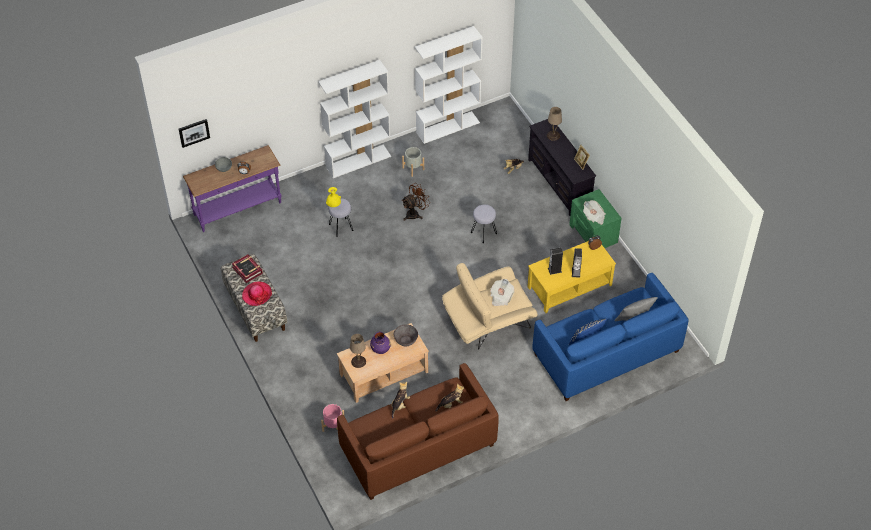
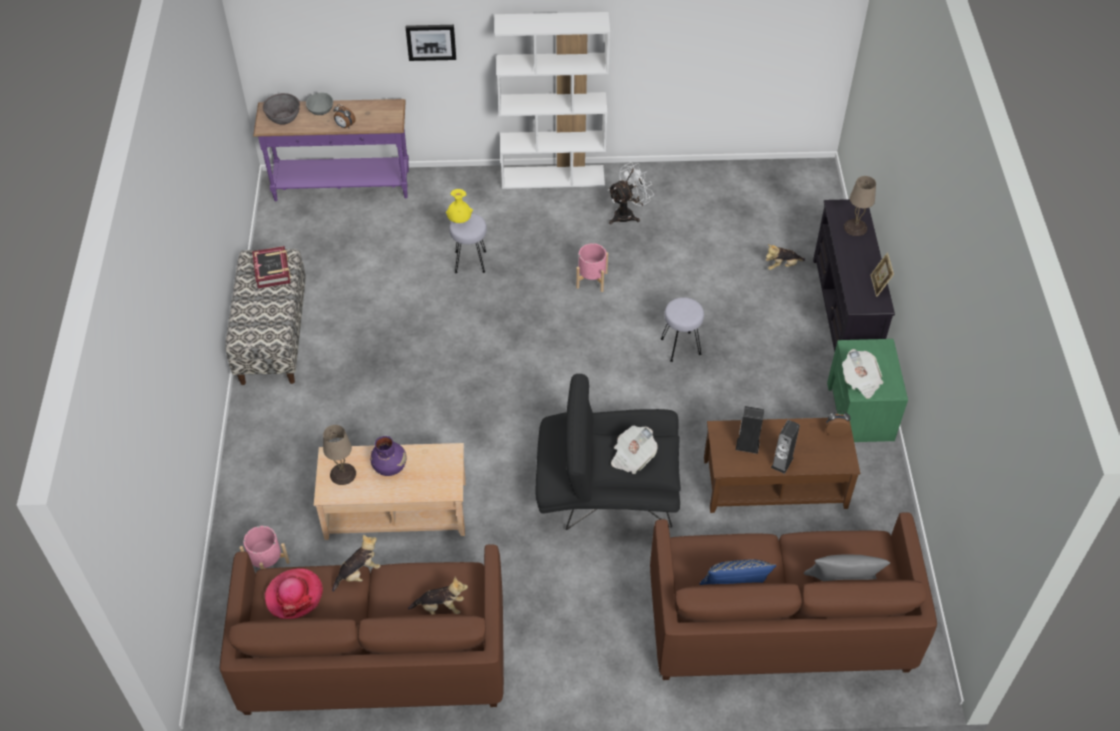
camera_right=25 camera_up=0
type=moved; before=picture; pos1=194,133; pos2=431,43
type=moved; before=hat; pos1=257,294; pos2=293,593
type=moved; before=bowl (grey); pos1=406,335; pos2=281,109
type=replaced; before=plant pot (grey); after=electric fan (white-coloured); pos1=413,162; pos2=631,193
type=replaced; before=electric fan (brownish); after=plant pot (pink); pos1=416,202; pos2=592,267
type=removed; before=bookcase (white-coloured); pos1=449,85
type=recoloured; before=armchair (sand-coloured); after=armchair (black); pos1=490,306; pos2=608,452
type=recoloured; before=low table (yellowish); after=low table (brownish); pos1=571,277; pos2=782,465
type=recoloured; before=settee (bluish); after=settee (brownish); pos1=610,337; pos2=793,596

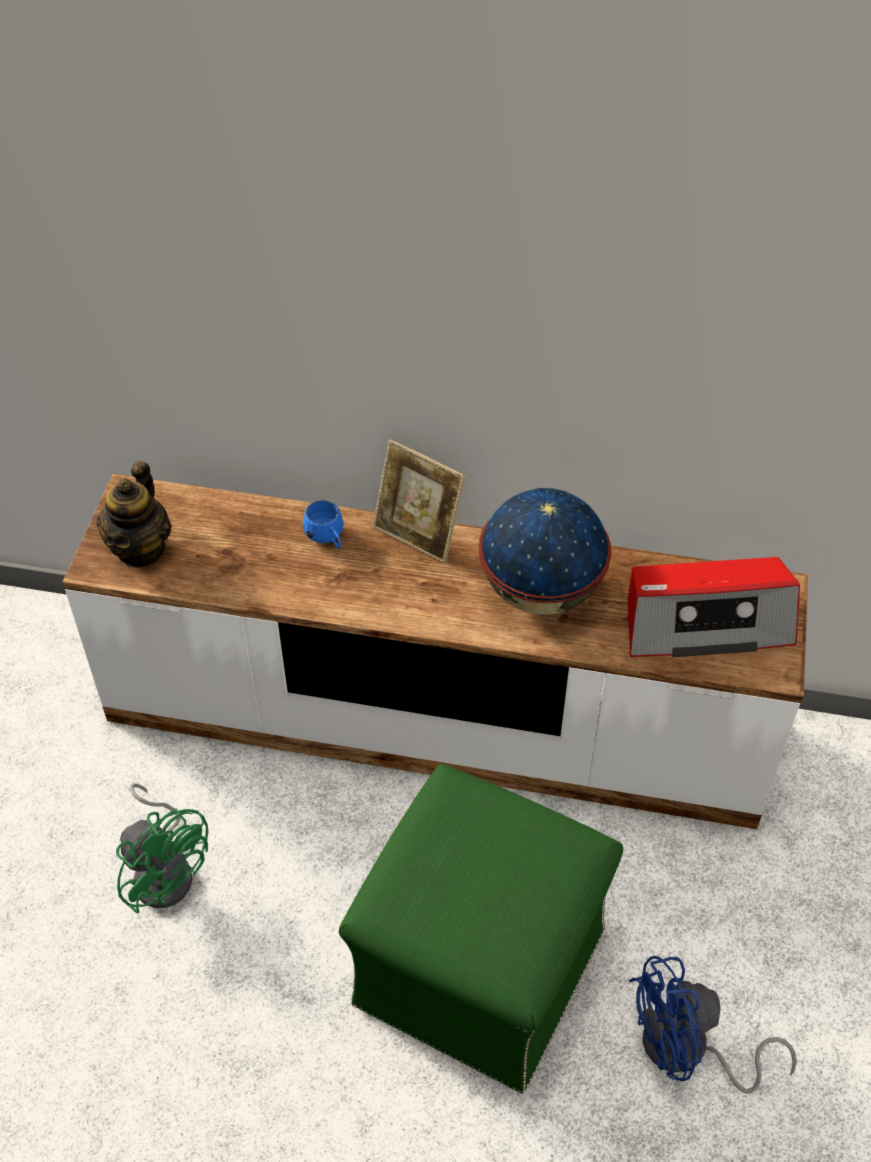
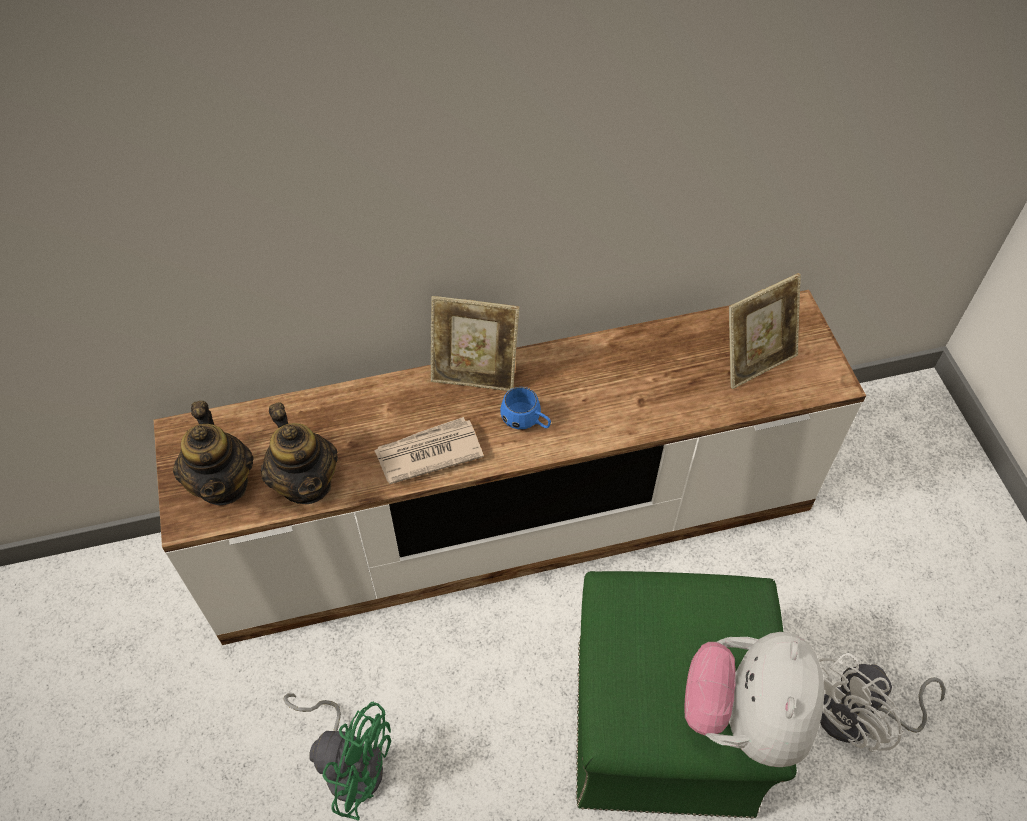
camera_right=-25 camera_up=5
type=moved; before=tea mug (bluish); pos1=323,524; pos2=525,408
type=removed; before=globe; pos1=545,551
type=replaced; before=radio receiver; after=photo frame; pos1=714,607; pos2=765,331
type=recoloured; before=electric fan (bluish); after=electric fan (white-coloured); pos1=713,1025; pos2=882,702
type=added; after=pot for tea; pos2=299,453
type=added; after=printed paper; pos2=429,450
type=added; after=plush toy; pos2=754,699

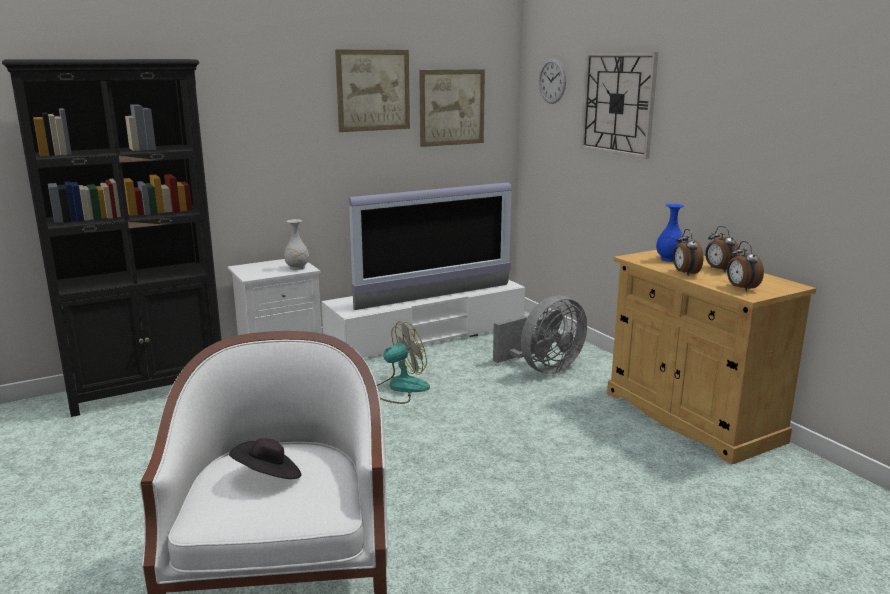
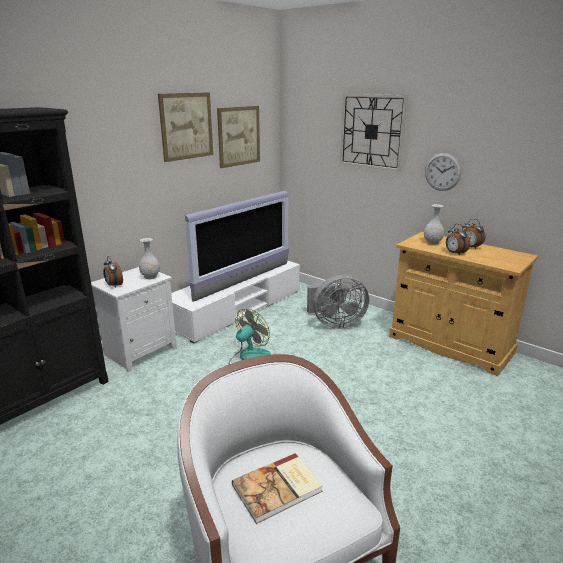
camera_right=-20 camera_up=5
type=replaced; before=hat (black); after=book; pos1=265,458; pos2=277,488
type=turned; before=electric fan (grey); pos1=540,334; pos2=338,302; turn=45
type=moved; before=hanging clock; pos1=552,81; pos2=443,172
type=recoloured; before=flower vase (bluish); after=flower vase (white-coloured); pos1=671,233; pos2=434,224
type=moved; before=bedside clock; pos1=745,266; pos2=113,272

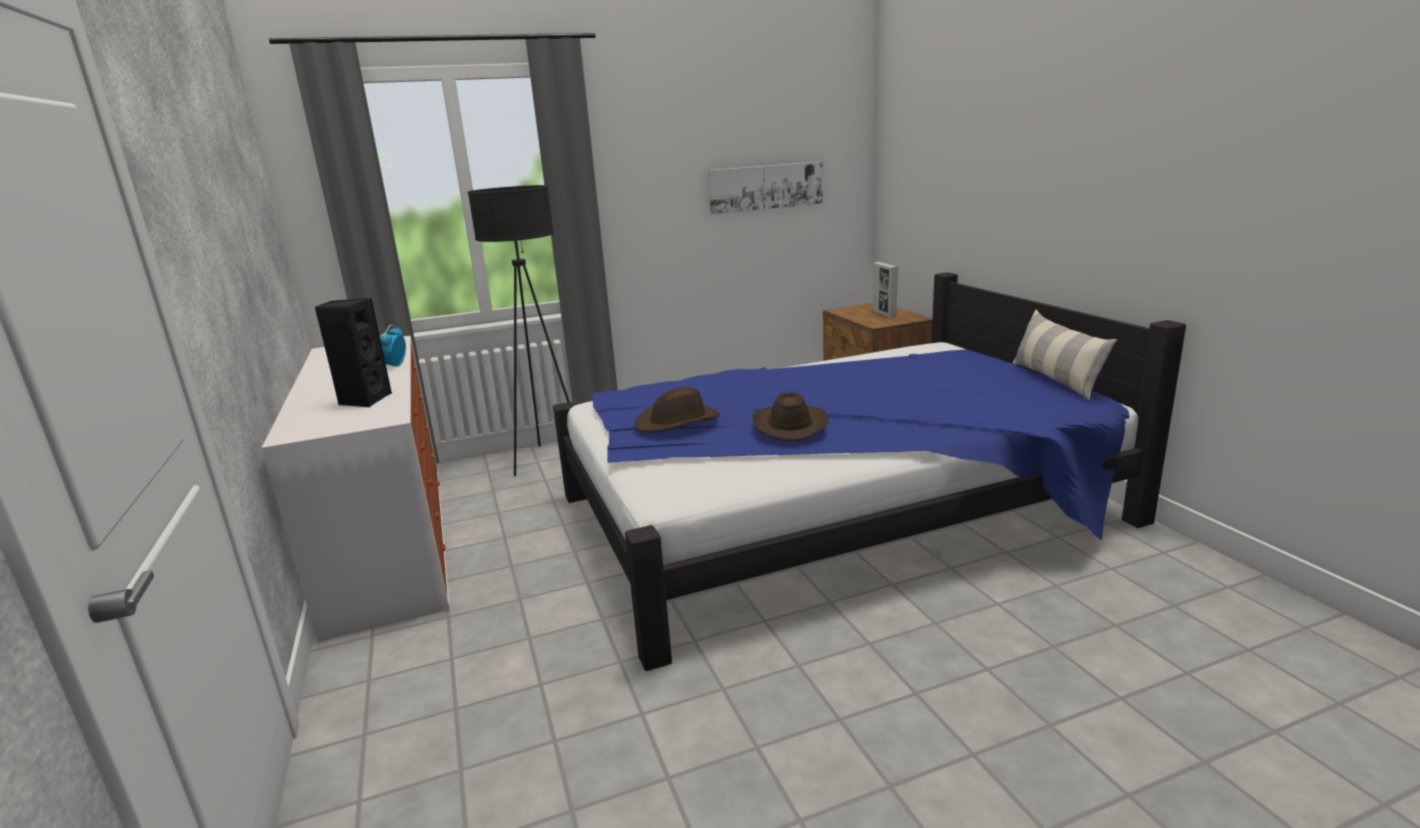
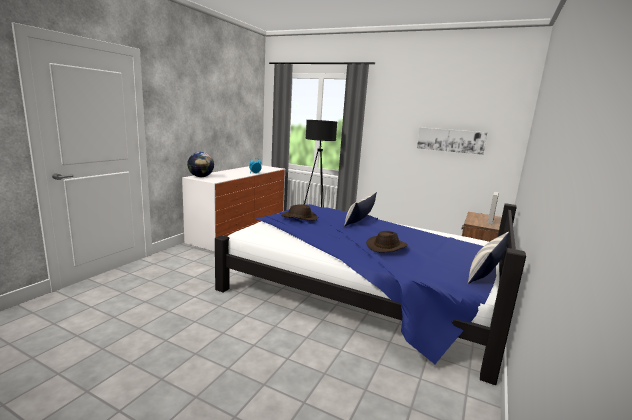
camera_right=45 camera_up=-5
type=removed; before=audio speaker (black); pos1=353,352
type=moved; before=hat (brownish); pos1=790,416; pos2=387,241
type=added; after=globe; pos2=200,164
type=added; after=throw pillow; pos2=360,209

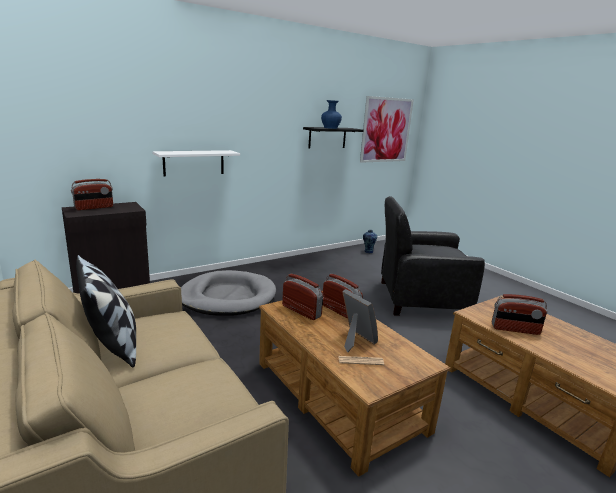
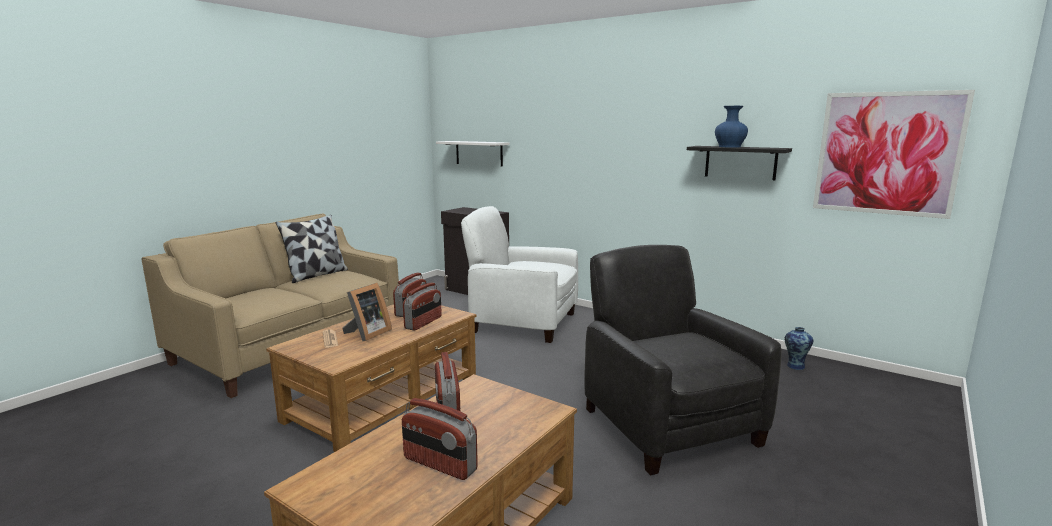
camera_right=70 camera_up=-5
type=moved; before=radio receiver; pos1=92,194; pos2=440,439
type=moved; before=wall shelf (white-coloured); pos1=196,163; pos2=473,154
type=replaced; before=dog cushion (grey); after=armchair (white-coloured); pos1=228,293; pos2=519,274

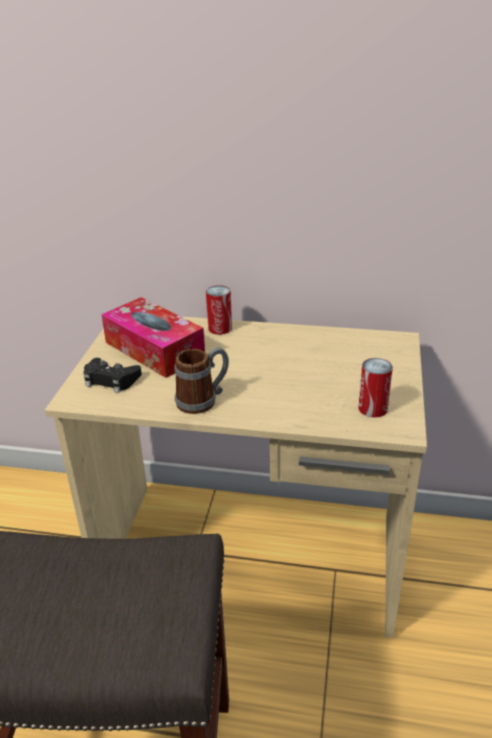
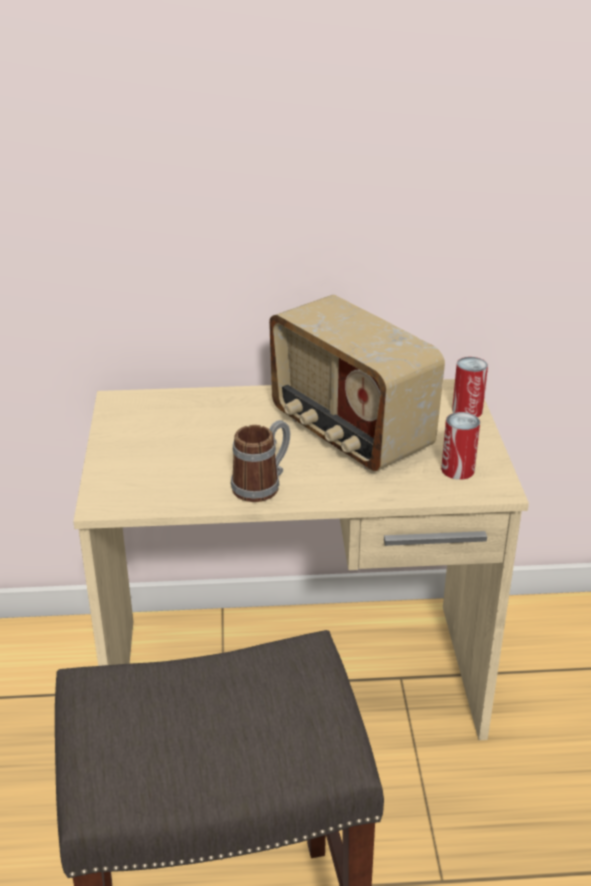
camera_right=-15 camera_up=0
type=removed; before=gamepad (black); pos1=112,375
type=removed; before=box of tissues; pos1=153,337
type=moved; before=metal can; pos1=219,310; pos2=470,387
type=added; after=radio receiver; pos2=357,383

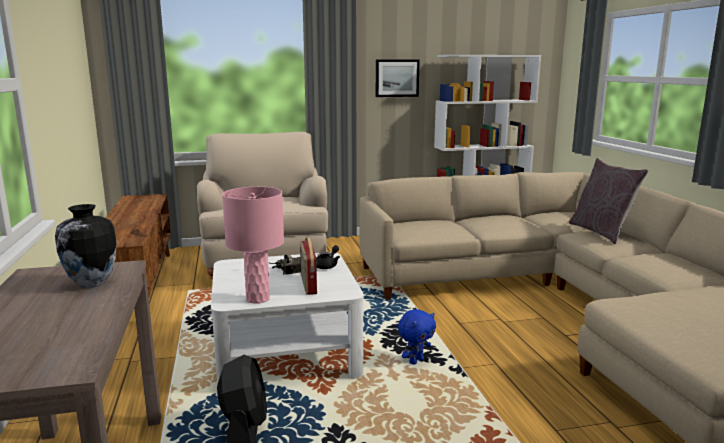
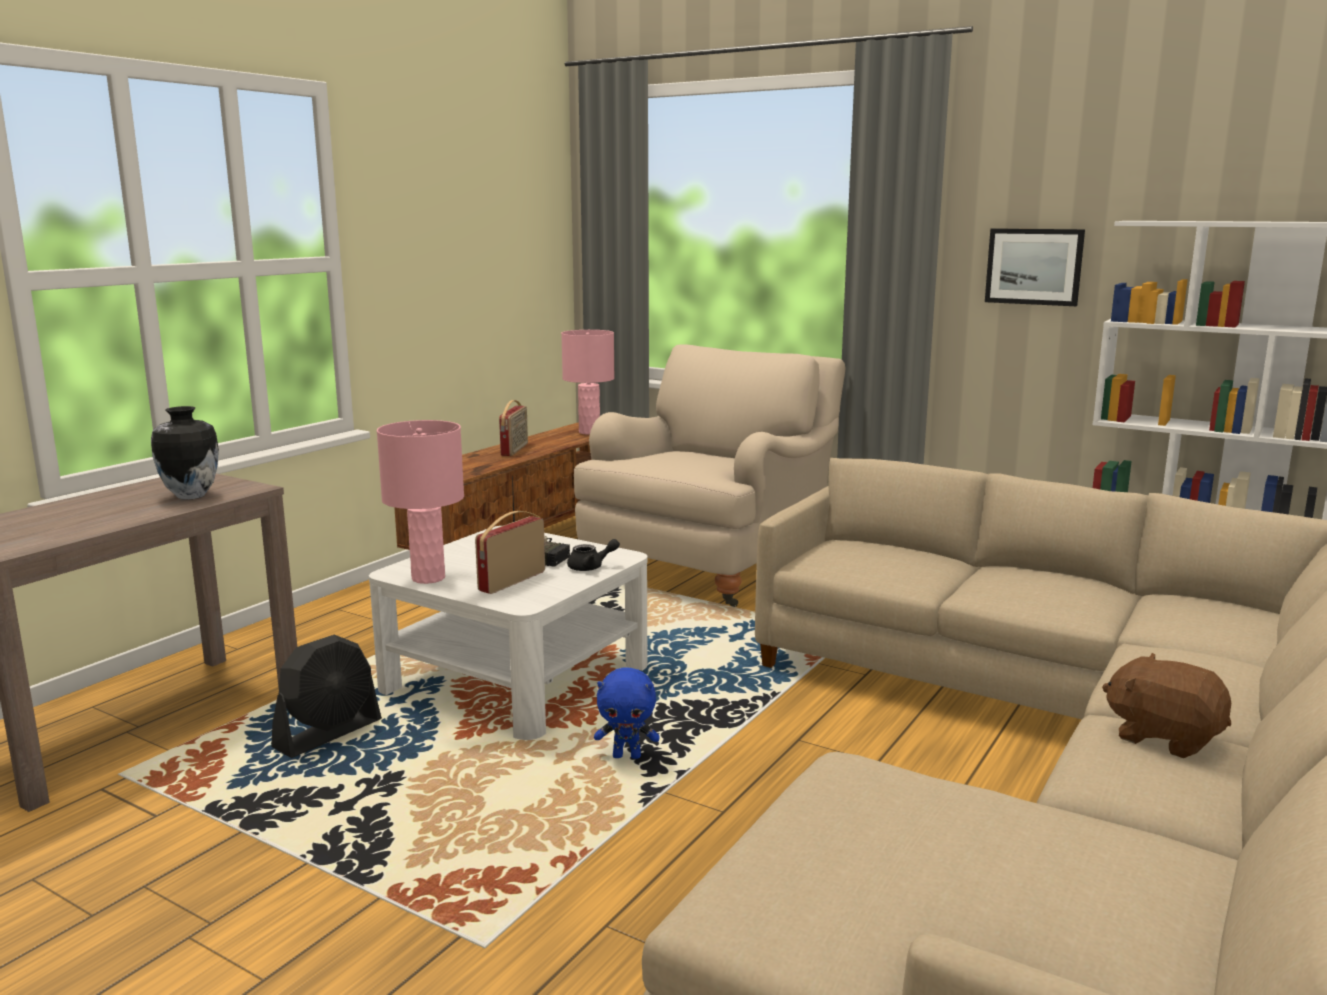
camera_right=45 camera_up=0
type=removed; before=throw pillow (grey); pos1=609,201
type=added; after=radio receiver; pos2=513,428
type=added; after=tabletop lamp (pink); pos2=588,382
type=added; after=plush toy (brownish); pos2=1166,705

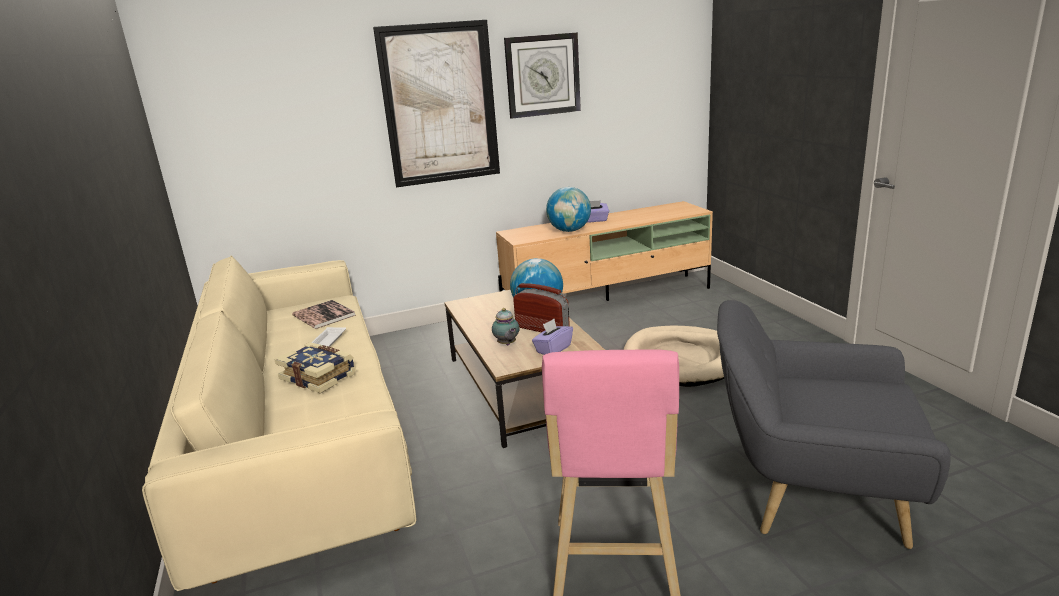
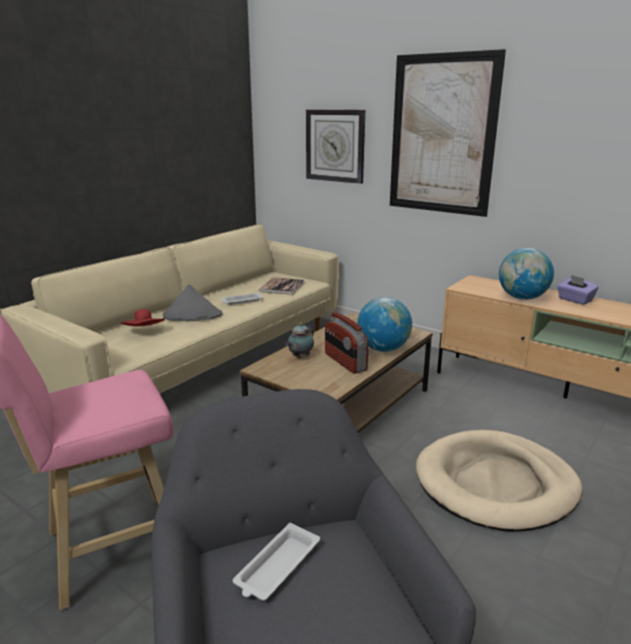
camera_right=55 camera_up=0
type=replaced; before=book; after=hat (grey); pos1=315,367; pos2=193,302
type=moved; before=hanging clock; pos1=542,75; pos2=335,147
type=turned; before=radio receiver; pos1=541,307; pos2=347,343; turn=150
type=removed; before=box of tissues (purplish); pos1=552,337
type=added; after=hat (red); pos2=143,317
type=added; after=serving tray (white-coloured); pos2=276,562

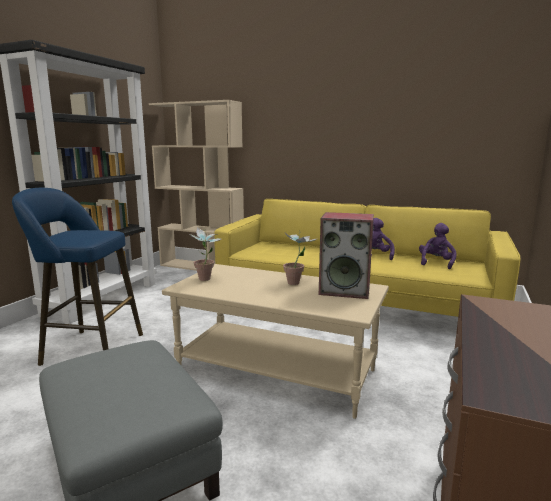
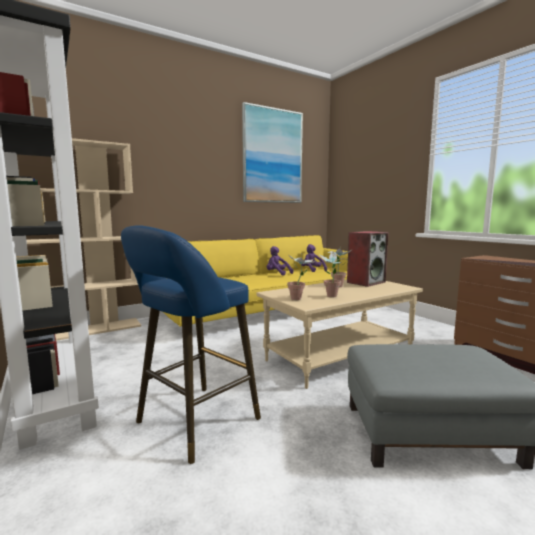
camera_right=-55 camera_up=-5
type=added; after=picture; pos2=272,152
type=added; after=houseplant; pos2=333,274

